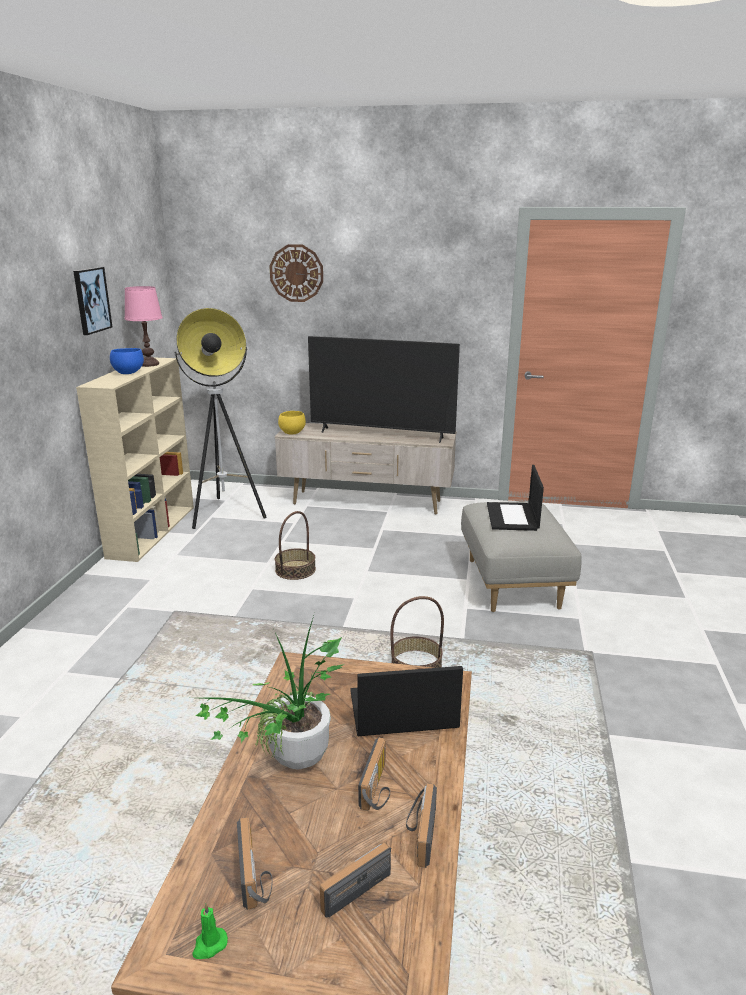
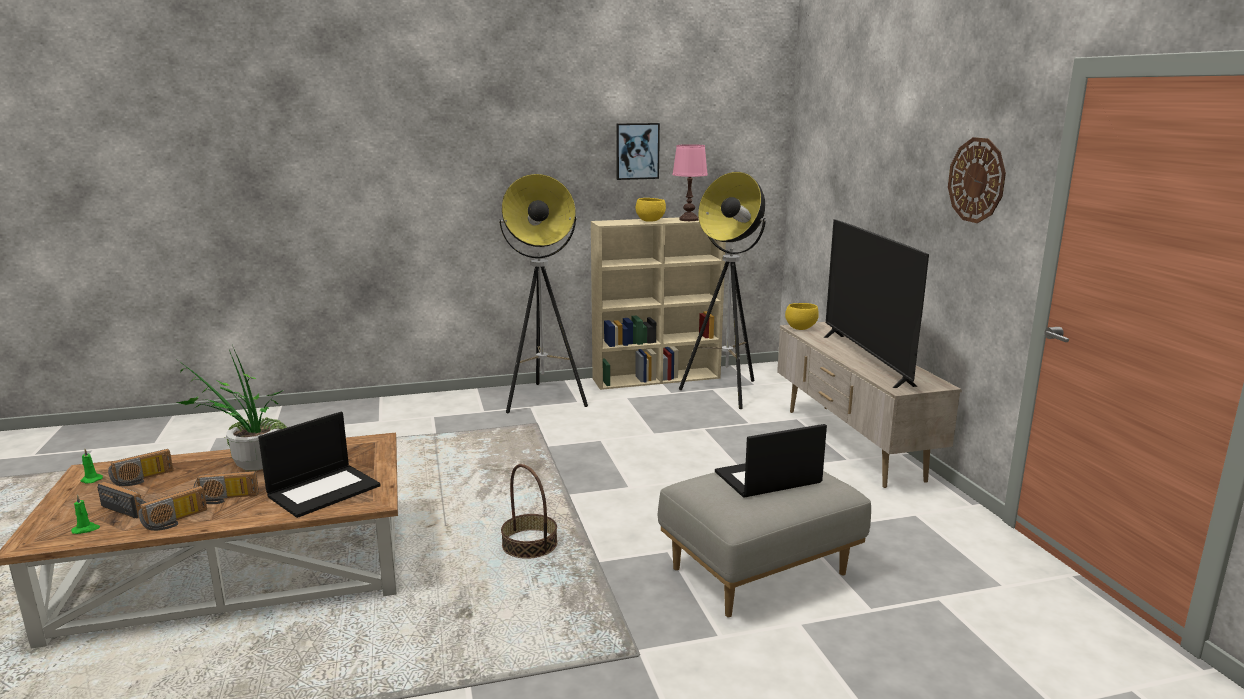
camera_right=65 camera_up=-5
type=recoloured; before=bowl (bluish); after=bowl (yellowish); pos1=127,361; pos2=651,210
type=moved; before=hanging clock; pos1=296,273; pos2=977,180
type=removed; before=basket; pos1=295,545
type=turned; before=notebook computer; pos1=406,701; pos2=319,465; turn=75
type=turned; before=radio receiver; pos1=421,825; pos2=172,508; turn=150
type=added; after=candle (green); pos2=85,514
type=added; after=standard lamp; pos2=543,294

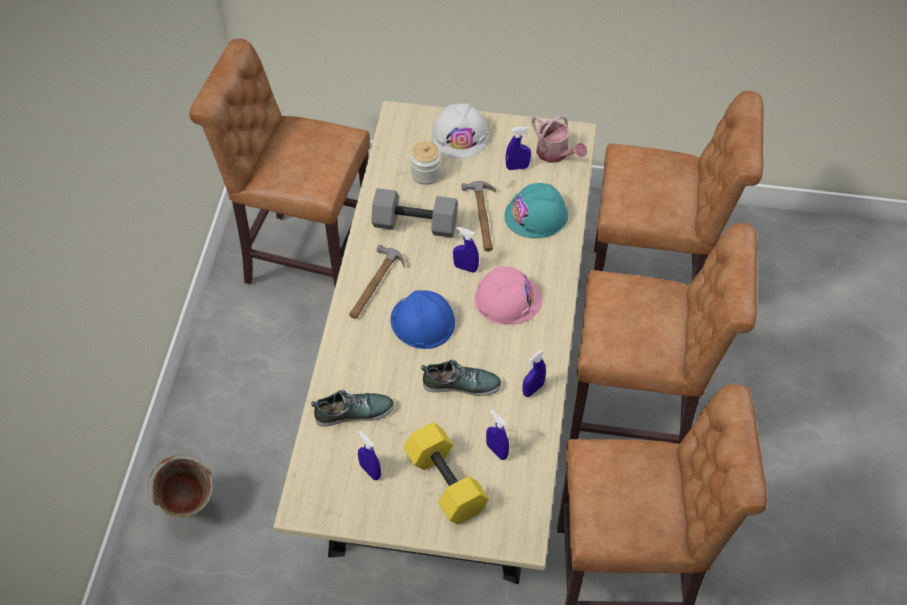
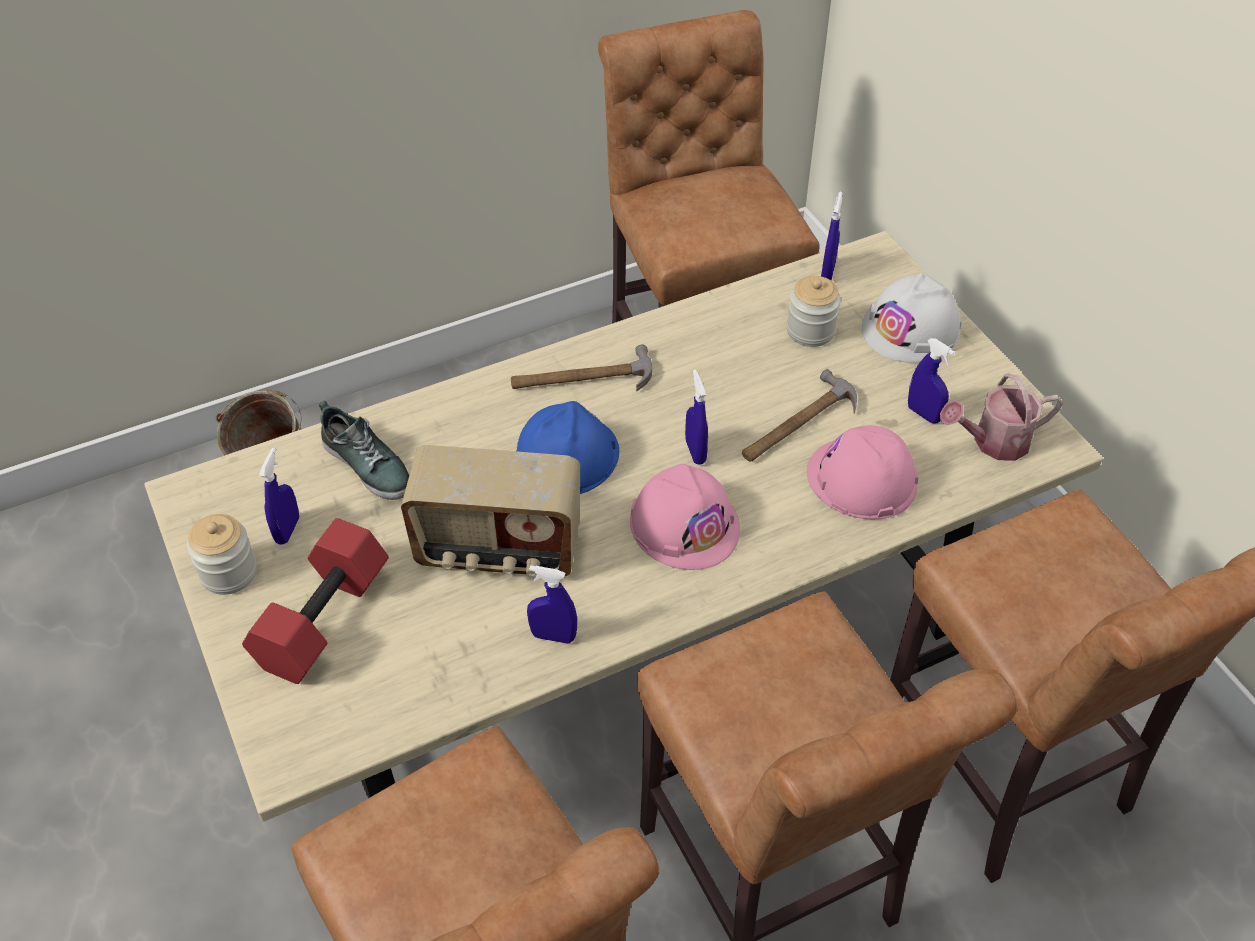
camera_right=55 camera_up=-5
type=removed; before=dumbbell (grey); pos1=414,213
type=recoloured; before=dumbbell (yellowish); after=dumbbell (red); pos1=446,474; pos2=315,601
type=replaced; before=shoe; after=radio receiver; pos1=461,377; pos2=490,510
type=moved; before=sprayer (bluish); pos1=497,434; pos2=831,236
type=recoloured; before=safety helmet (turquoise-coloured); after=safety helmet (pink); pos1=536,210; pos2=862,472
type=turned; before=sprinkling can; pos1=559,139; pos2=1001,417; turn=60
type=added; after=jar; pos2=222,554

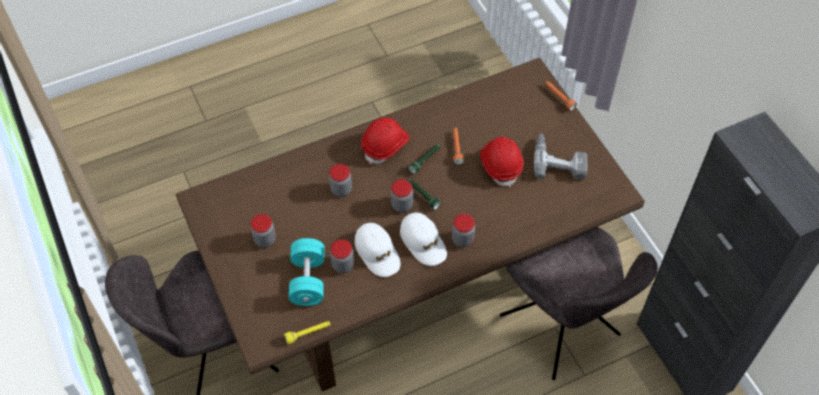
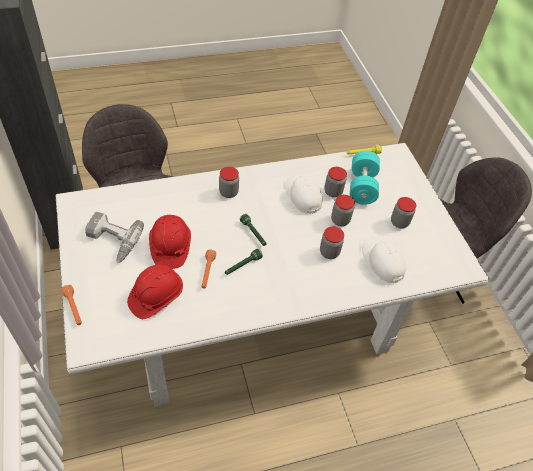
camera_right=-175 camera_up=-5
type=recoloured; before=kitchen table (brownish); after=kitchen table (white-coloured); pos1=410,225; pos2=272,274
type=moved; before=safety helmet (red); pos1=385,141; pos2=155,291
type=moved; before=jar; pos1=402,196; pos2=343,210
type=moved; before=baseball cap (white-coloured); pos1=423,239; pos2=384,260

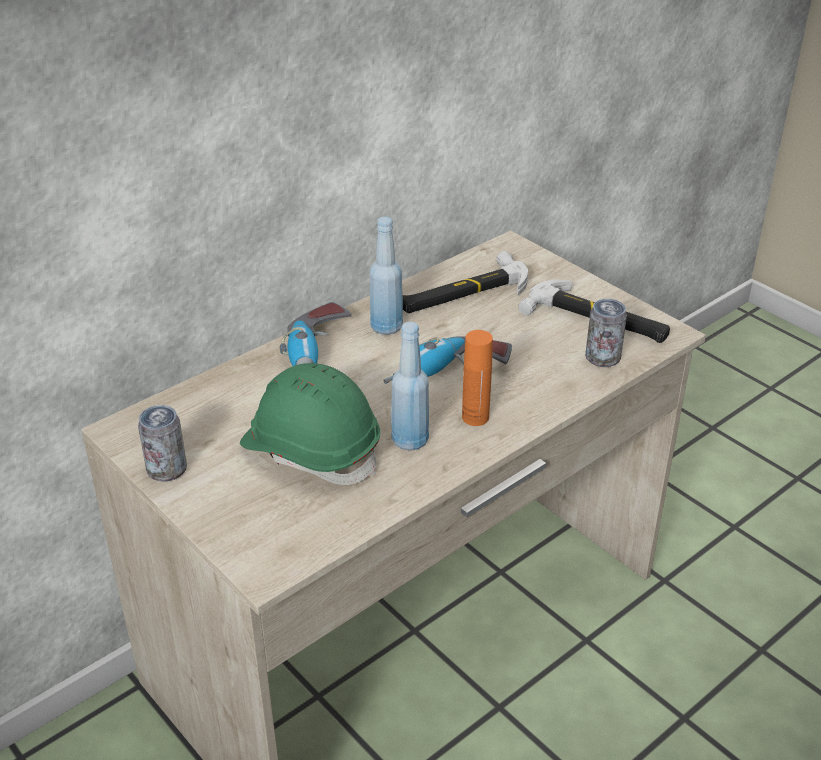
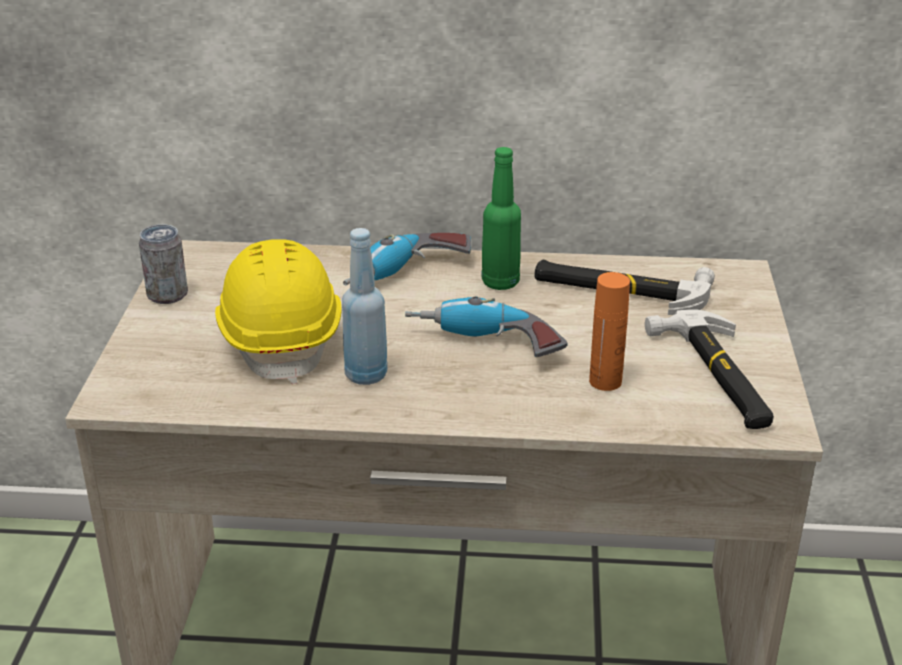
camera_right=45 camera_up=-5
type=recoloured; before=safety helmet (green); after=safety helmet (yellowish); pos1=310,424; pos2=278,311
type=recoloured; before=beverage bottle (bluish); after=beverage bottle (green); pos1=386,275; pos2=501,218
type=moved; before=beverage bottle (orangey); pos1=477,378; pos2=609,331
type=removed; before=metal can; pos1=606,333

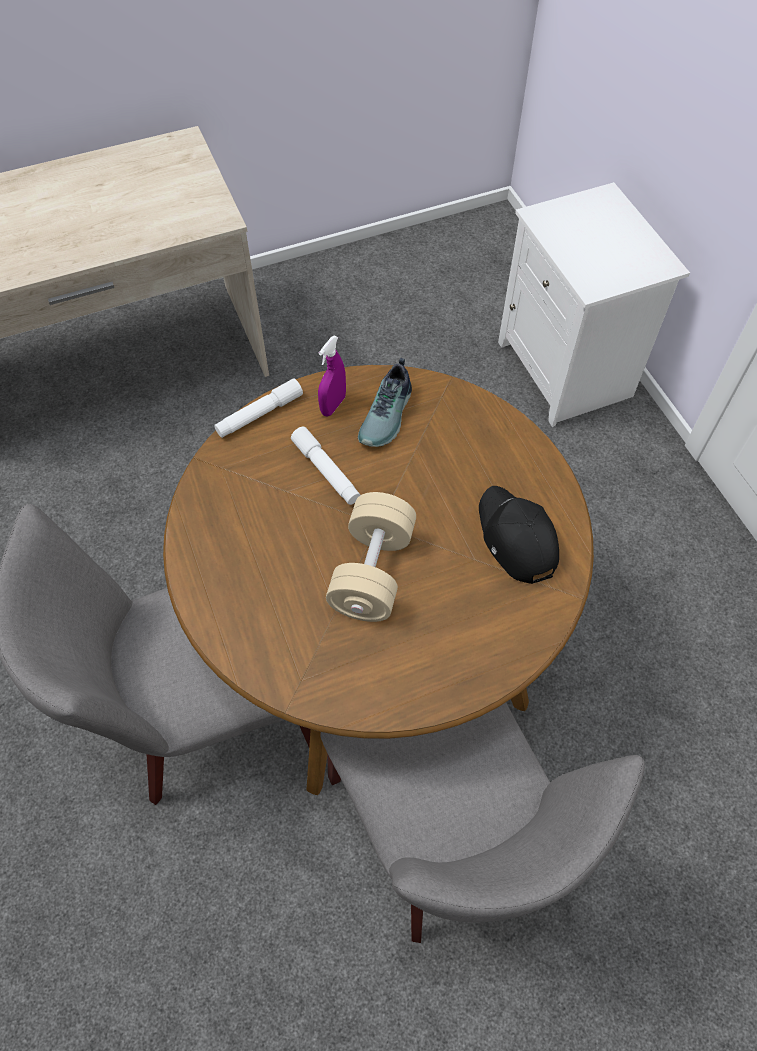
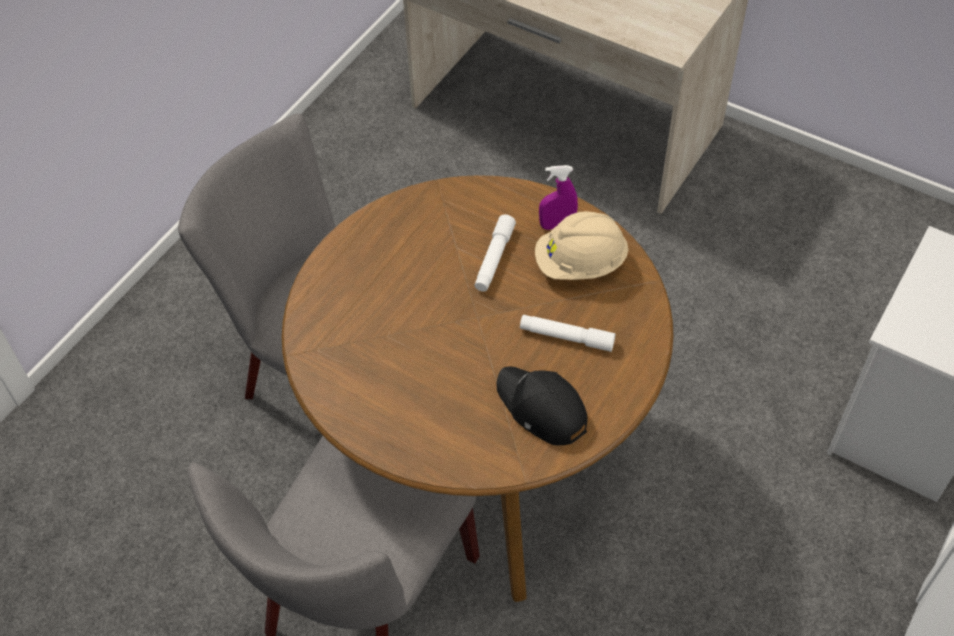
camera_right=55 camera_up=-5
type=moved; before=hand torch (white-coloured); pos1=258,408; pos2=568,333
type=removed; before=dumbbell (sand-coloured); pos1=371,557
type=replaced; before=shoe; after=safety helmet (sand-coloured); pos1=385,402; pos2=581,245
type=turned; before=baseball cap (black); pos1=519,535; pos2=542,406; turn=-75

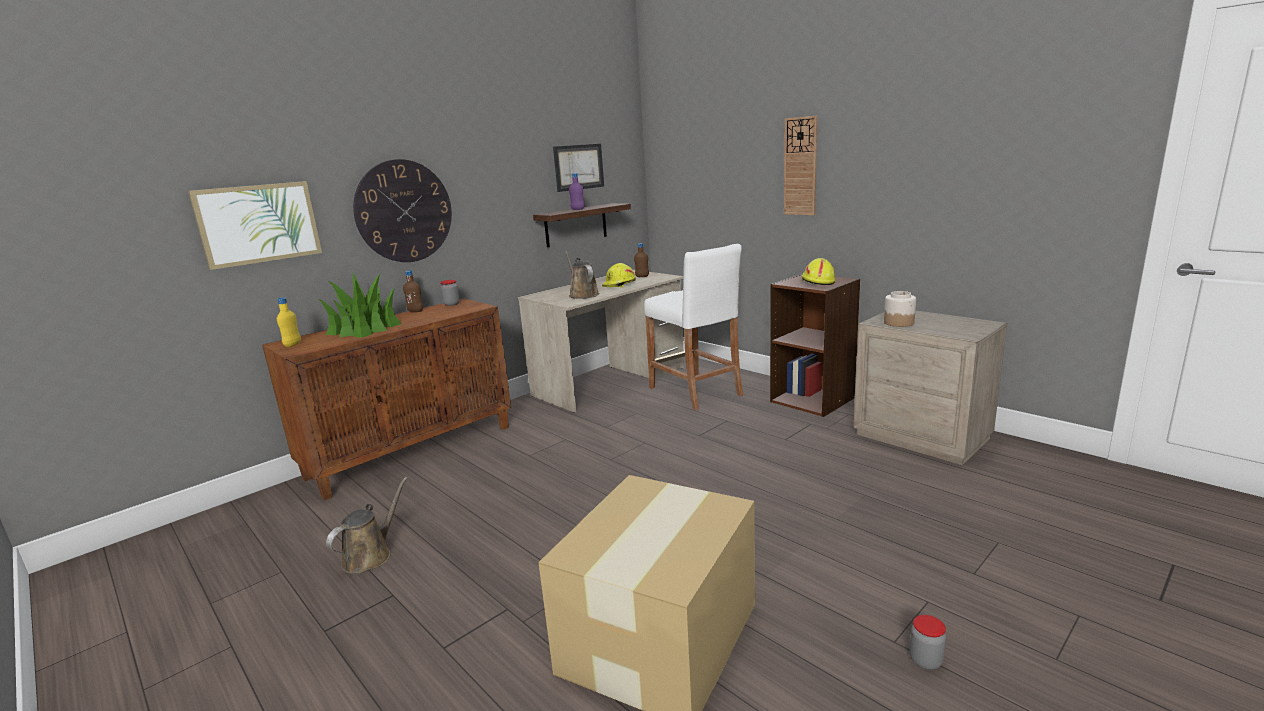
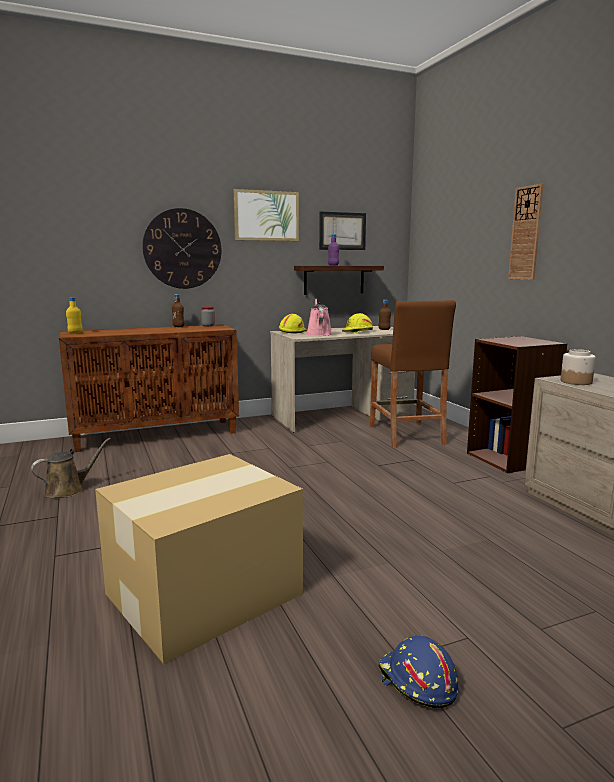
camera_right=20 camera_up=-5
type=moved; before=picture; pos1=255,225; pos2=266,215
type=removed; before=houseplant; pos1=360,305
type=recoloured; before=sprinkling can (brownish); after=sprinkling can (pink); pos1=582,275; pos2=319,317
type=recoloured; before=stool (white-coloured); after=stool (brownish); pos1=693,327; pos2=413,374
type=moved; before=safety helmet (yellowish); pos1=818,271; pos2=293,324
type=replaced; before=jar; after=safety helmet (bluish); pos1=927,642; pos2=418,672

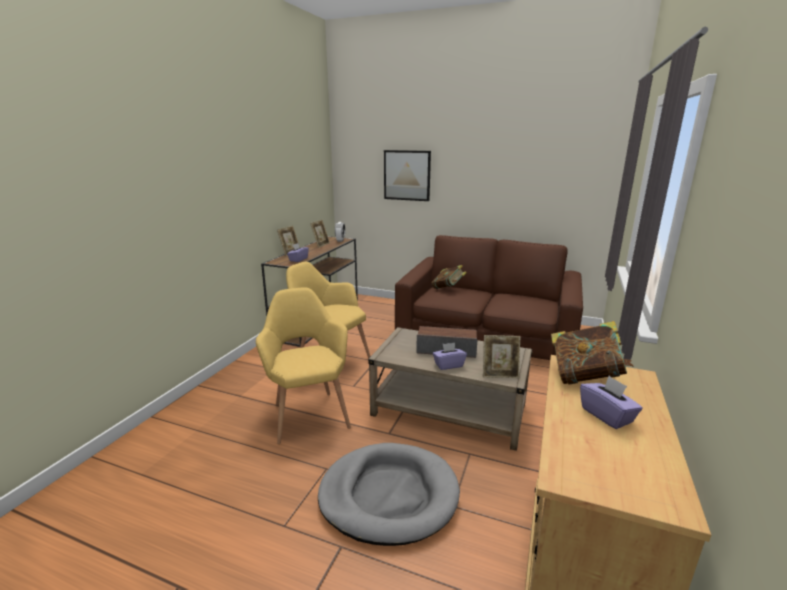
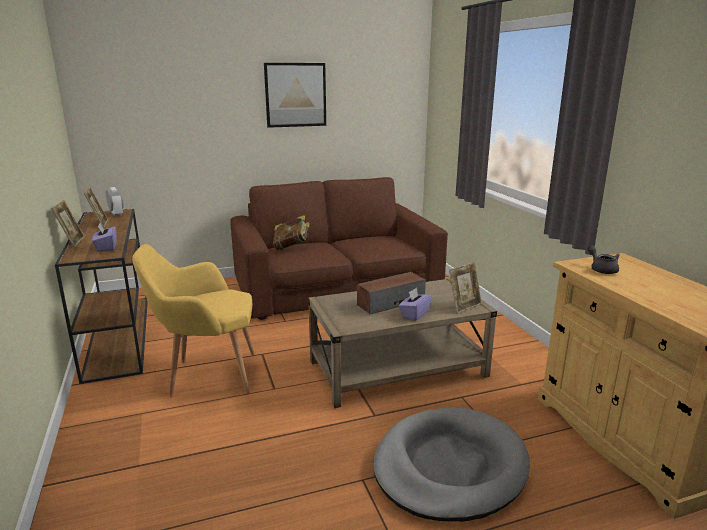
camera_right=-40 camera_up=0
type=removed; before=armchair (yellowish); pos1=303,365
type=moved; before=picture; pos1=407,175; pos2=295,95
type=replaced; before=book; after=pot for tea (grey); pos1=592,353; pos2=604,259
type=removed; before=box of tissues (purplish); pos1=611,402

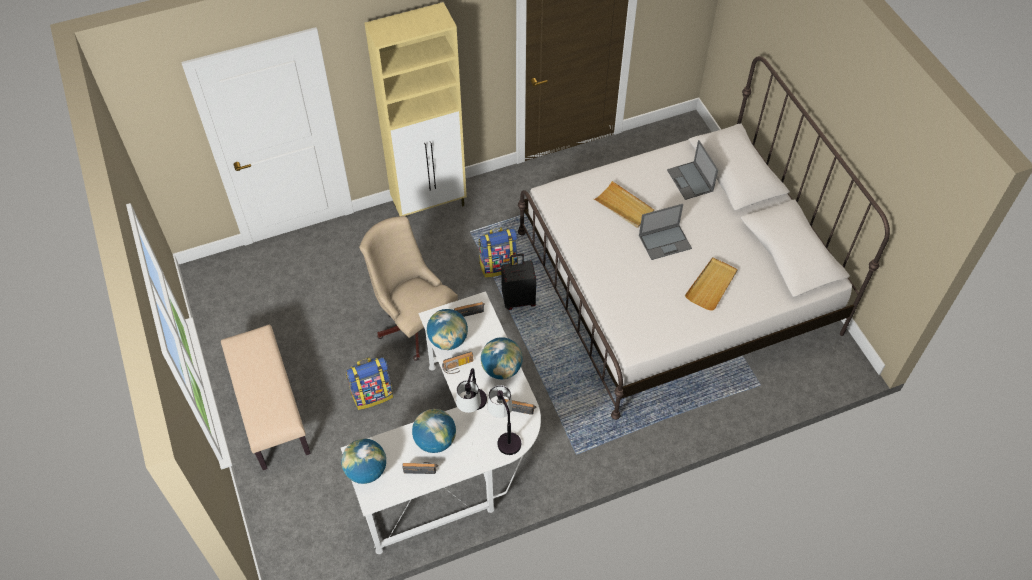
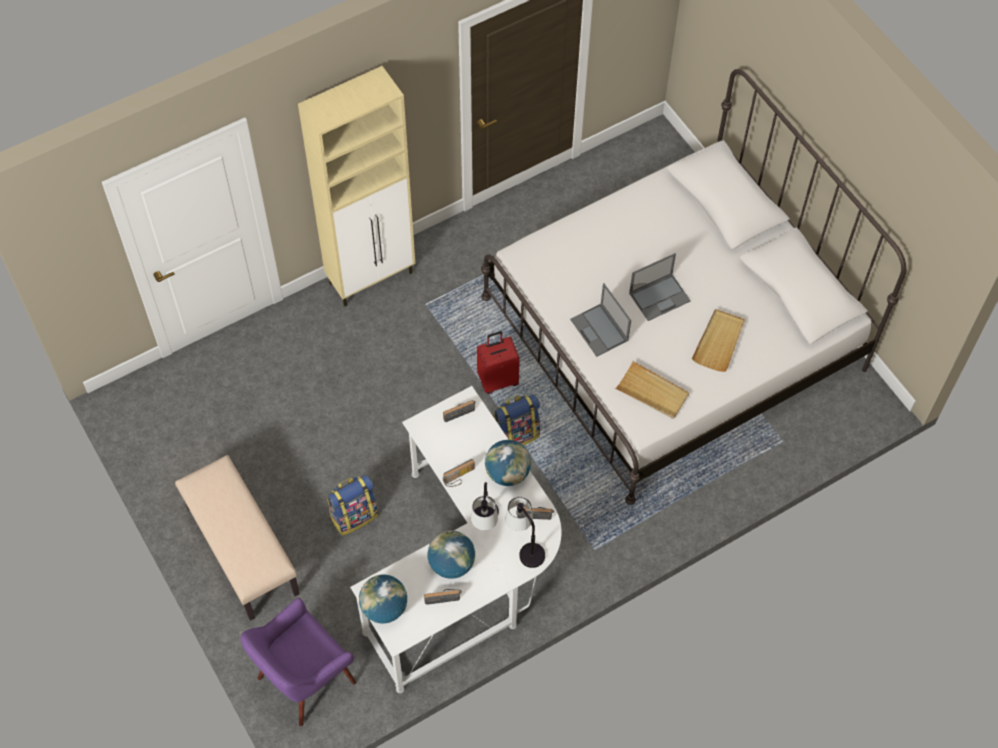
camera_right=-10 camera_up=5
type=removed; before=computer chair (sand-coloured); pos1=408,288
type=removed; before=globe; pos1=447,329
type=moved; before=knapsack; pos1=498,252; pos2=517,420
type=recoloured; before=piece of luggage (black); after=piece of luggage (red); pos1=518,281; pos2=498,362
type=moved; before=serving tray (sand-coloured); pos1=623,204; pos2=652,390
type=moved; before=notebook computer; pos1=692,170; pos2=600,320
type=added; after=armchair (purplish); pos2=298,662

